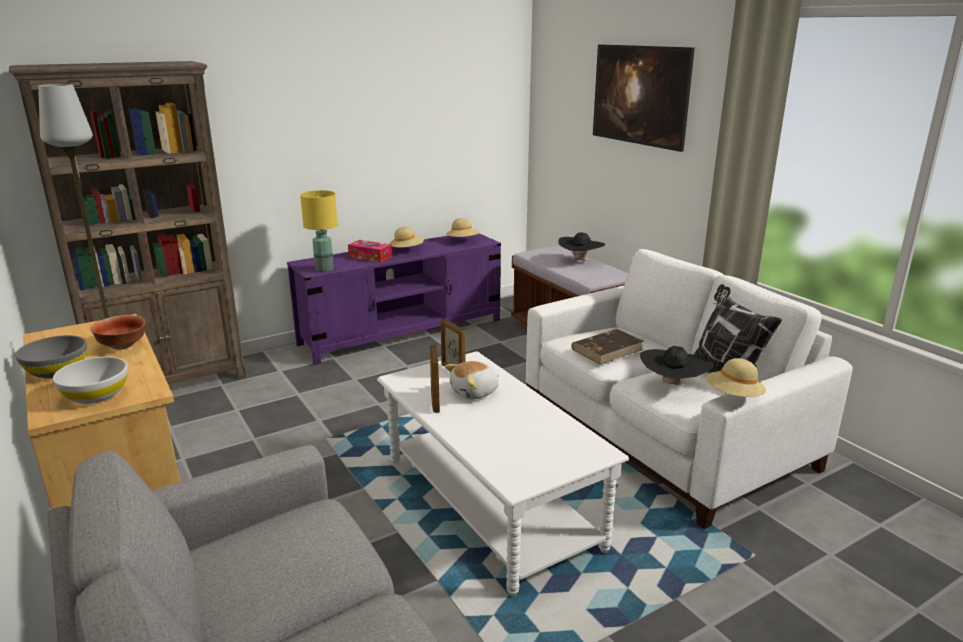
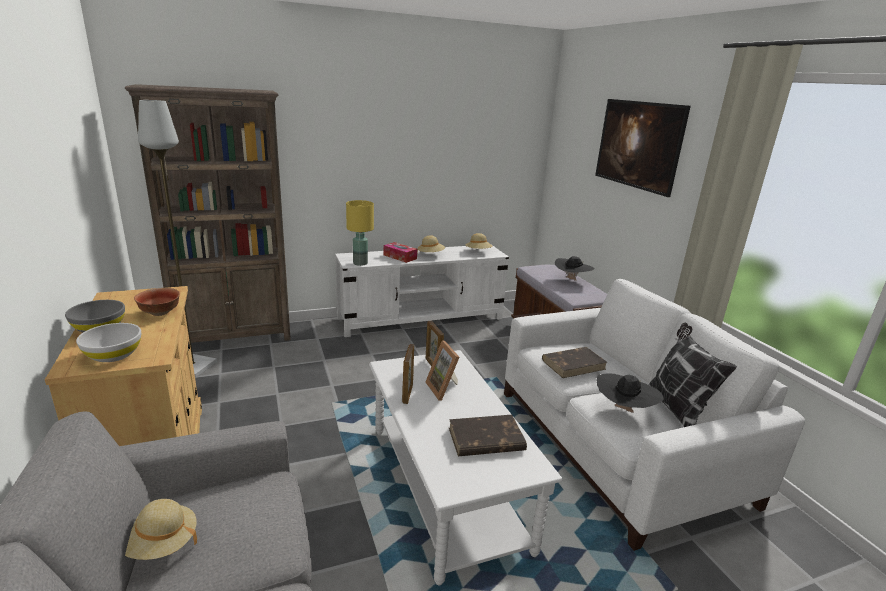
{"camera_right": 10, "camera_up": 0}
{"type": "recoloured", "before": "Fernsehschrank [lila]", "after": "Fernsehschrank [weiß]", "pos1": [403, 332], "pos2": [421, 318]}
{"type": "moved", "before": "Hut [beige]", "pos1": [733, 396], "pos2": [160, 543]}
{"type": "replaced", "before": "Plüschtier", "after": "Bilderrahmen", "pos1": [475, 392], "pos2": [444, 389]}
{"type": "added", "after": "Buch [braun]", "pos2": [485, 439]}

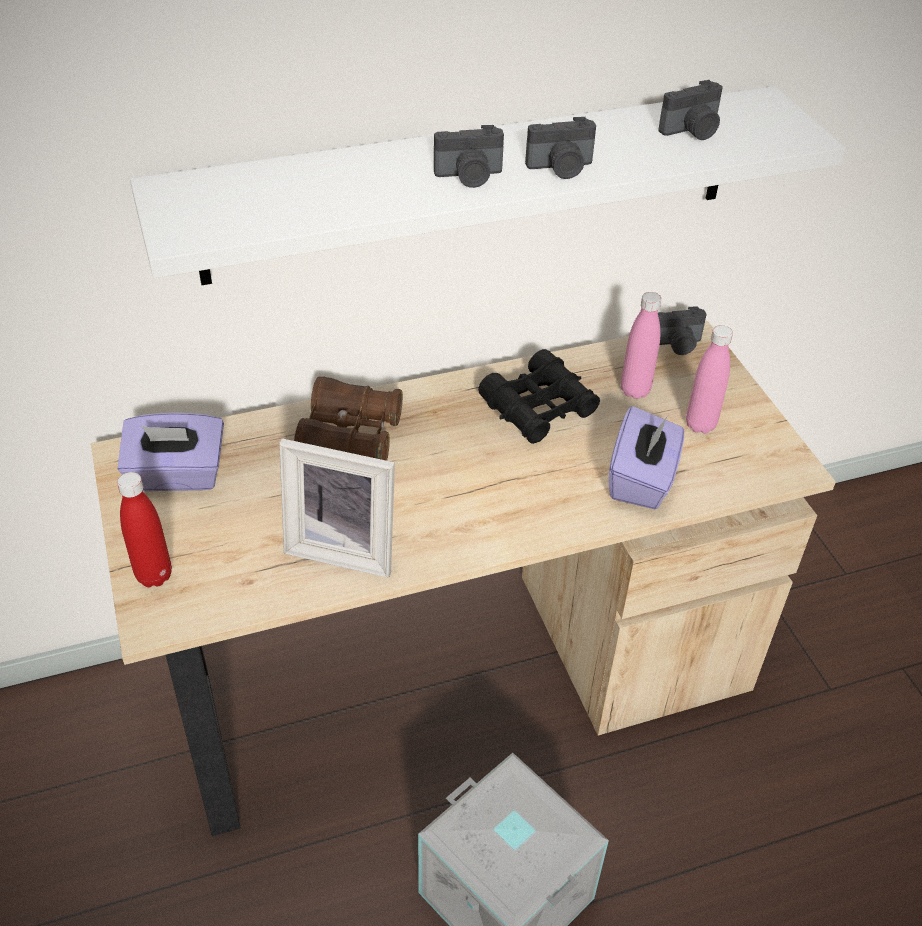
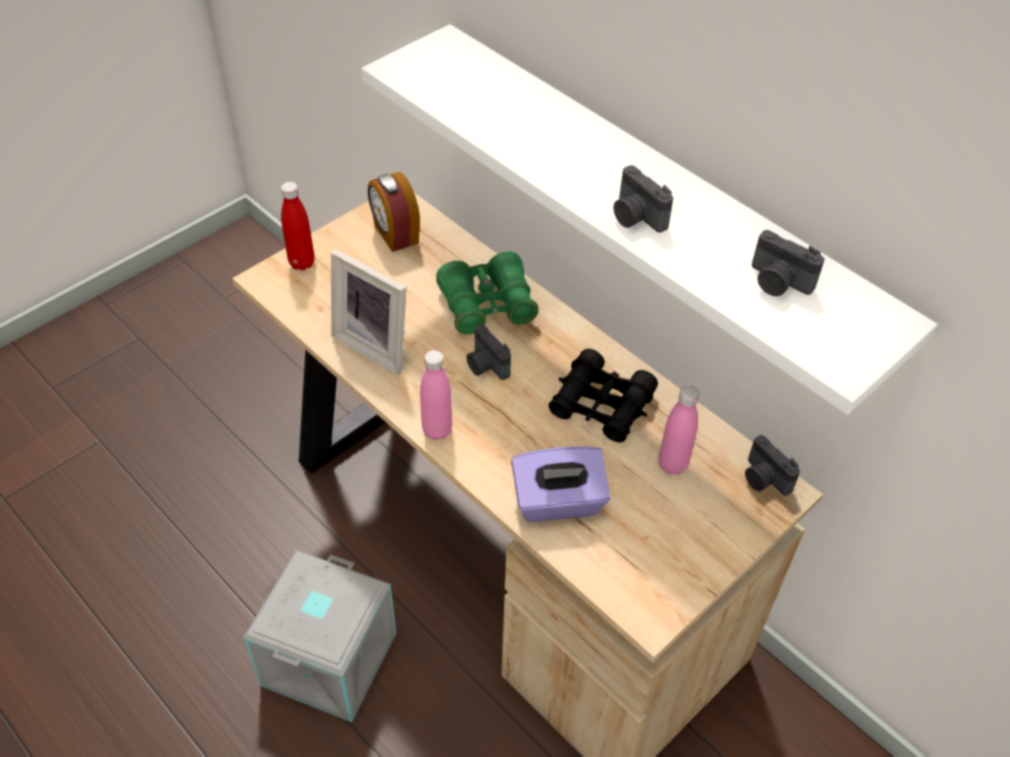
{"camera_right": 65, "camera_up": 5}
{"type": "moved", "before": "Kamera", "pos1": [469, 177], "pos2": [485, 365]}
{"type": "moved", "before": "Flasche [rosa]", "pos1": [700, 425], "pos2": [437, 430]}
{"type": "recoloured", "before": "Fernglas [braun]", "after": "Fernglas [grün]", "pos1": [349, 439], "pos2": [487, 305]}
{"type": "replaced", "before": "Taschentuchbox [lila]", "after": "Wecker", "pos1": [177, 476], "pos2": [395, 234]}
{"type": "turned", "before": "Bilderrahmen", "pos1": [344, 548], "pos2": [376, 344], "turn": -45}

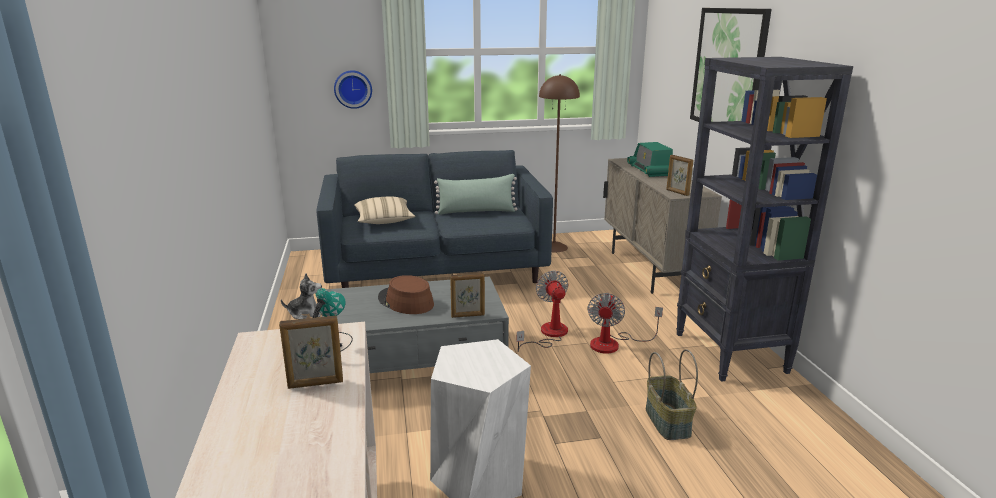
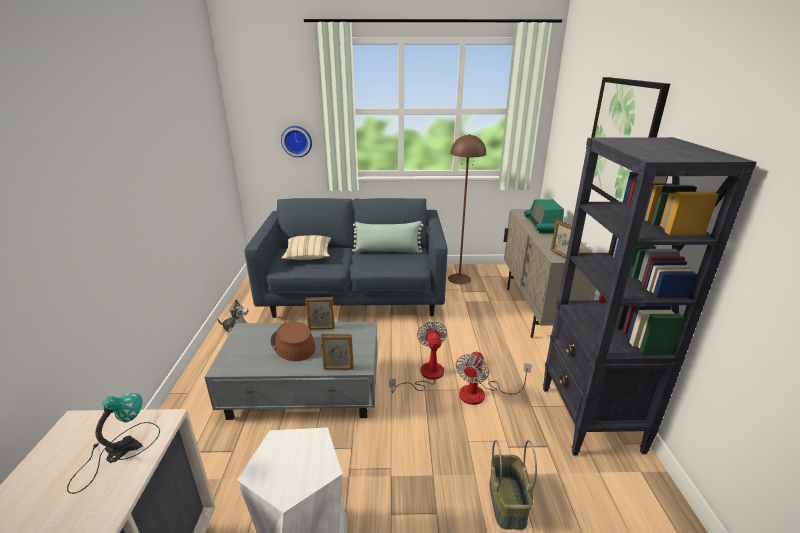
{"camera_right": 10, "camera_up": 5}
{"type": "moved", "before": "Bilderrahmen", "pos1": [316, 384], "pos2": [321, 328]}

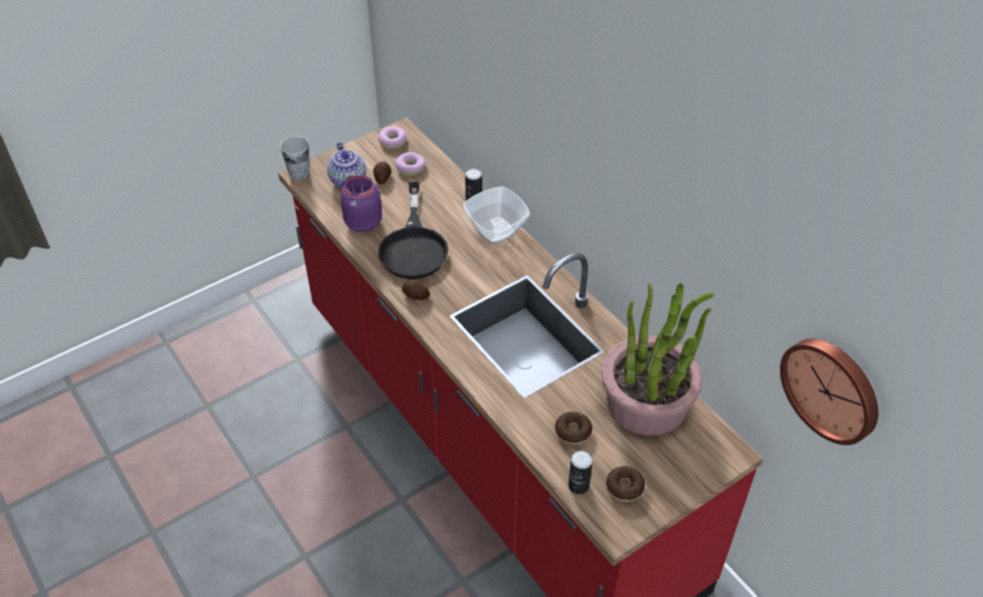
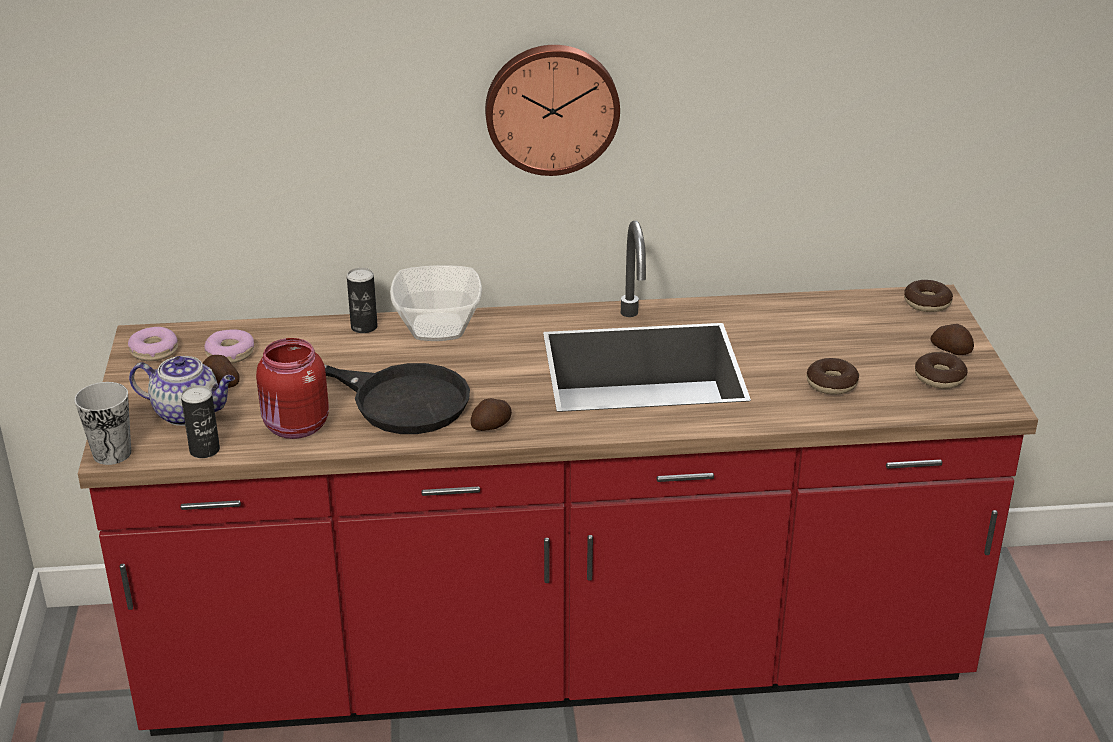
{"camera_right": -60, "camera_up": -15}
{"type": "recoloured", "before": "Vorratsglas [lila]", "after": "Vorratsglas [rot]", "pos1": [362, 223], "pos2": [295, 427]}
{"type": "removed", "before": "Topfpflanze", "pos1": [647, 403]}
{"type": "moved", "before": "Wanduhr", "pos1": [832, 388], "pos2": [551, 108]}
{"type": "moved", "before": "Dose", "pos1": [578, 485], "pos2": [204, 450]}
{"type": "added", "after": "Donut", "pos2": [927, 303]}
{"type": "added", "after": "Kartoffel", "pos2": [951, 350]}

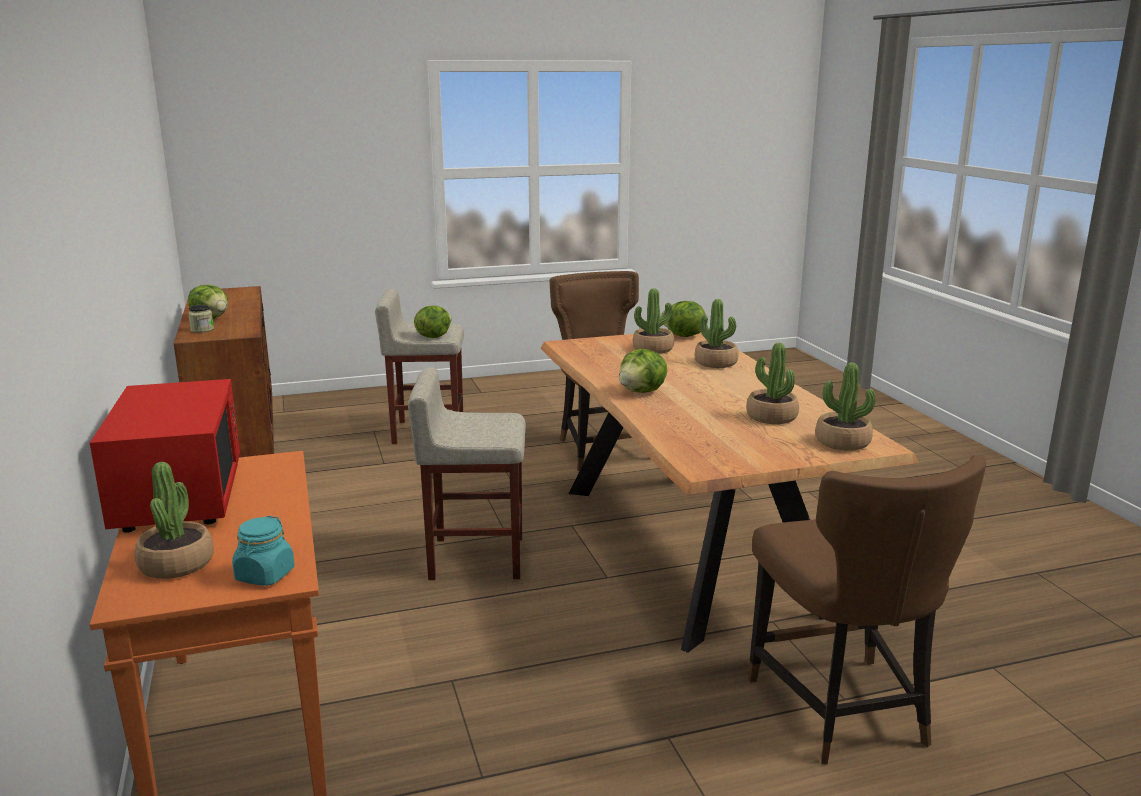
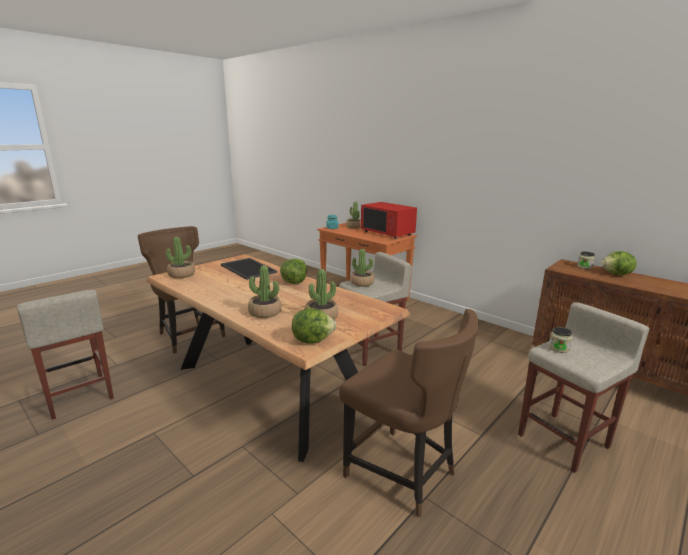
{"camera_right": 150, "camera_up": 0}
{"type": "replaced", "before": "Salatkopf", "after": "Vorratsglas", "pos1": [433, 336], "pos2": [558, 348]}
{"type": "moved", "before": "Topfpflanze", "pos1": [771, 417], "pos2": [362, 283]}
{"type": "added", "after": "Tablett", "pos2": [249, 268]}
{"type": "added", "after": "Hocker [beige]", "pos2": [78, 396]}

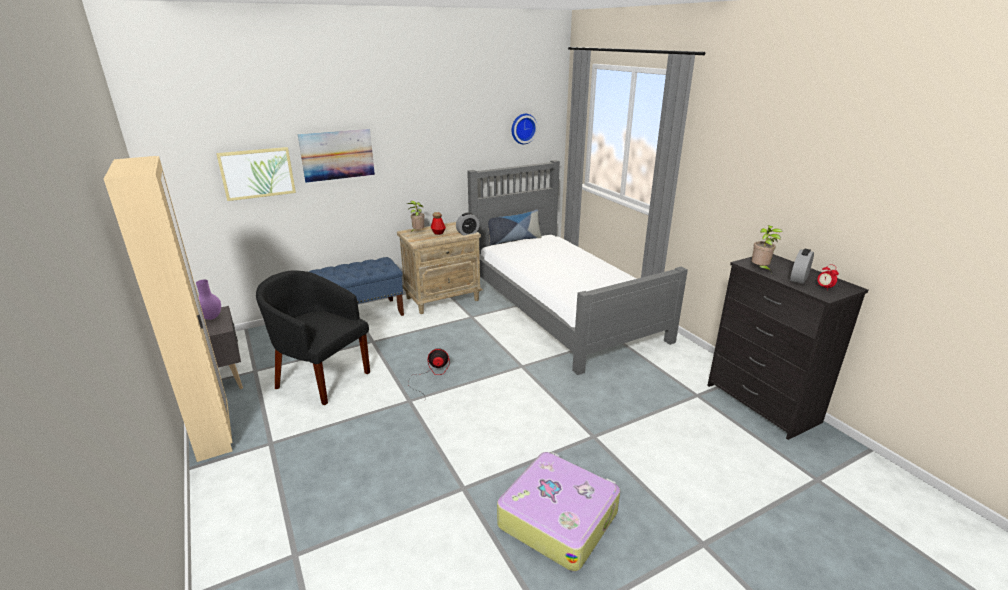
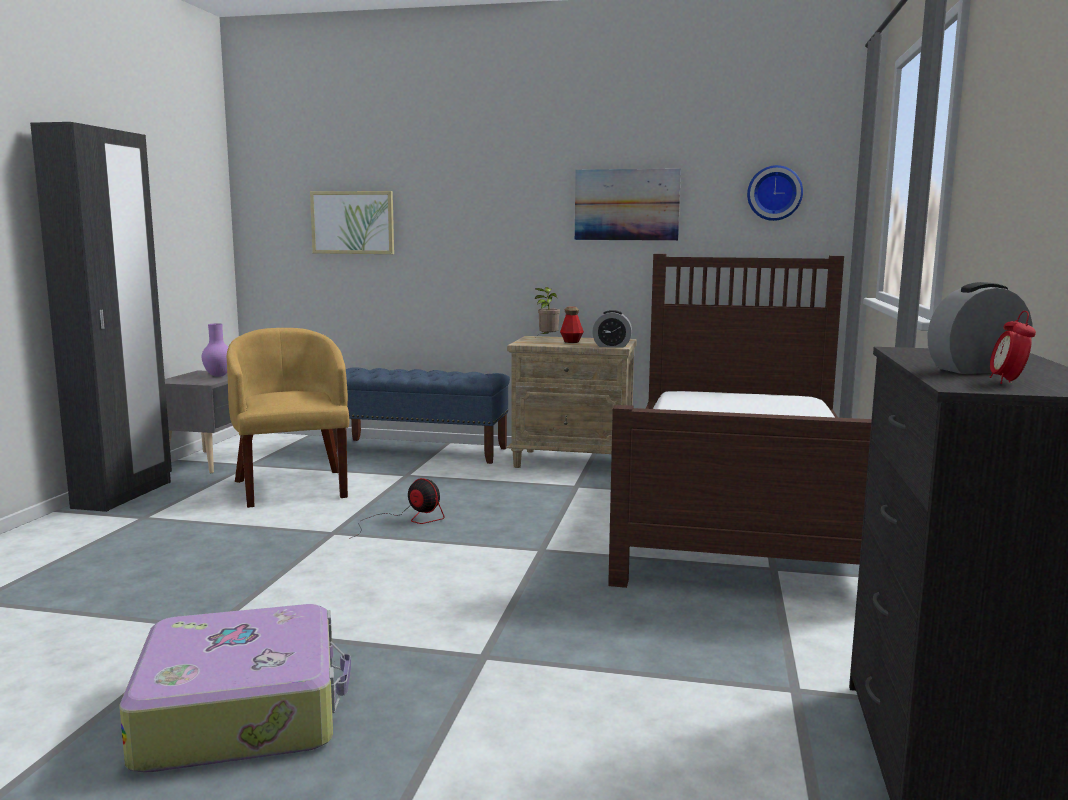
{"camera_right": 40, "camera_up": -15}
{"type": "moved", "before": "Bild", "pos1": [337, 155], "pos2": [626, 205]}
{"type": "recoloured", "before": "Kleiderschrank [beige]", "after": "Kleiderschrank [schwarz]", "pos1": [214, 433], "pos2": [124, 495]}
{"type": "recoloured", "before": "Bett [grau]", "after": "Bett [braun]", "pos1": [561, 309], "pos2": [740, 513]}
{"type": "removed", "before": "Kissen", "pos1": [514, 240]}
{"type": "removed", "before": "Topfpflanze", "pos1": [760, 269]}
{"type": "recoloured", "before": "Sessel [schwarz]", "after": "Sessel [gelb]", "pos1": [321, 377], "pos2": [292, 487]}

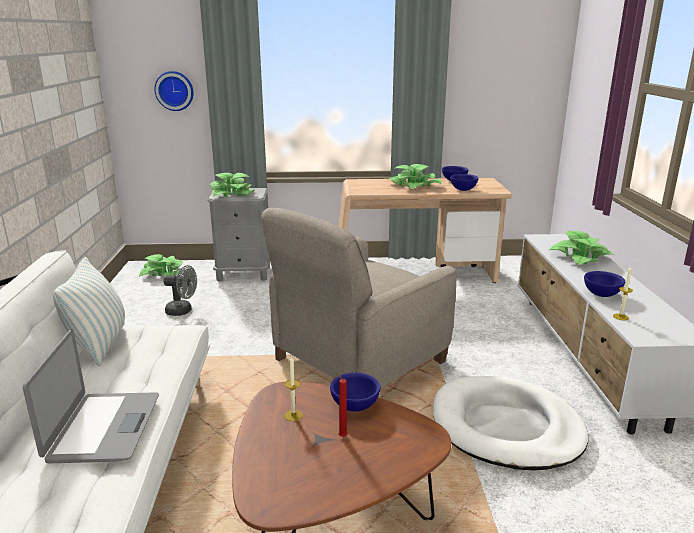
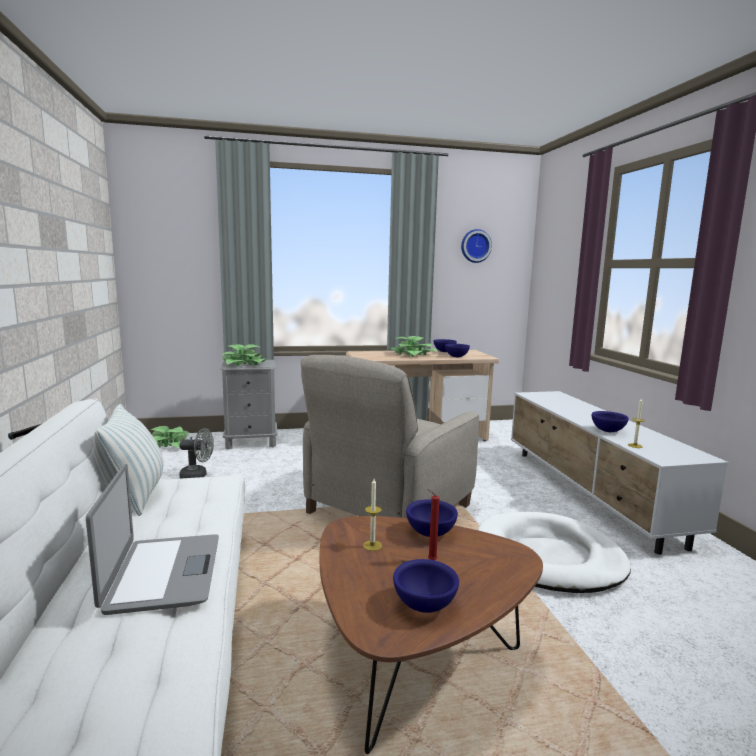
{"camera_right": -10, "camera_up": -10}
{"type": "moved", "before": "Wanduhr", "pos1": [174, 90], "pos2": [475, 246]}
{"type": "removed", "before": "Topfpflanze", "pos1": [580, 257]}
{"type": "added", "after": "Schüssel [blau]", "pos2": [423, 605]}

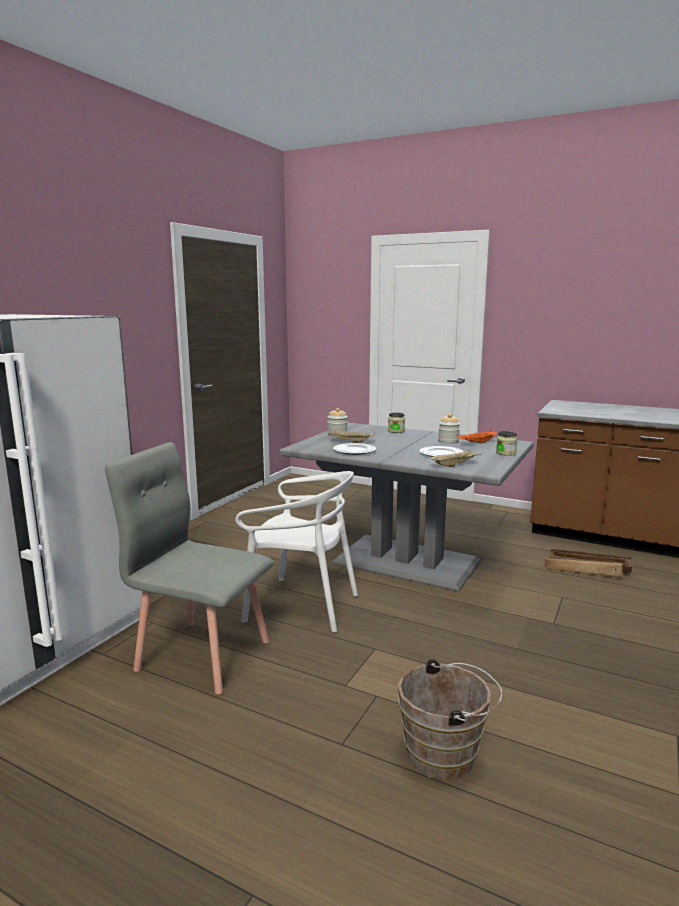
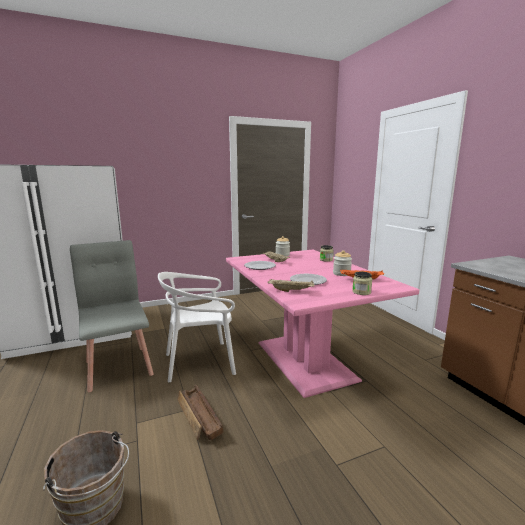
{"camera_right": 40, "camera_up": 0}
{"type": "recoloured", "before": "Esstisch [grau]", "after": "Esstisch [rosa]", "pos1": [406, 562], "pos2": [303, 361]}
{"type": "turned", "before": "Stuhl [weiß]", "pos1": [301, 606], "pos2": [200, 362], "turn": 105}
{"type": "moved", "before": "Kiste", "pos1": [587, 570], "pos2": [199, 418]}

